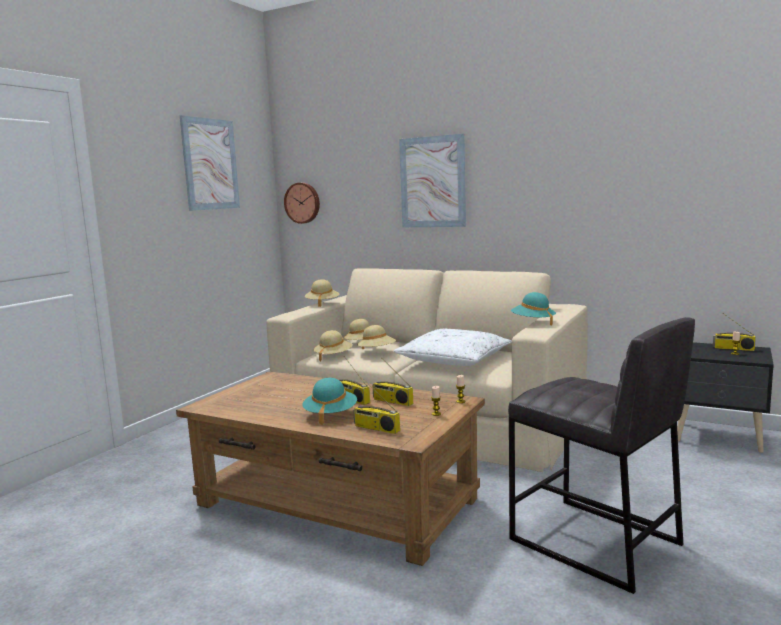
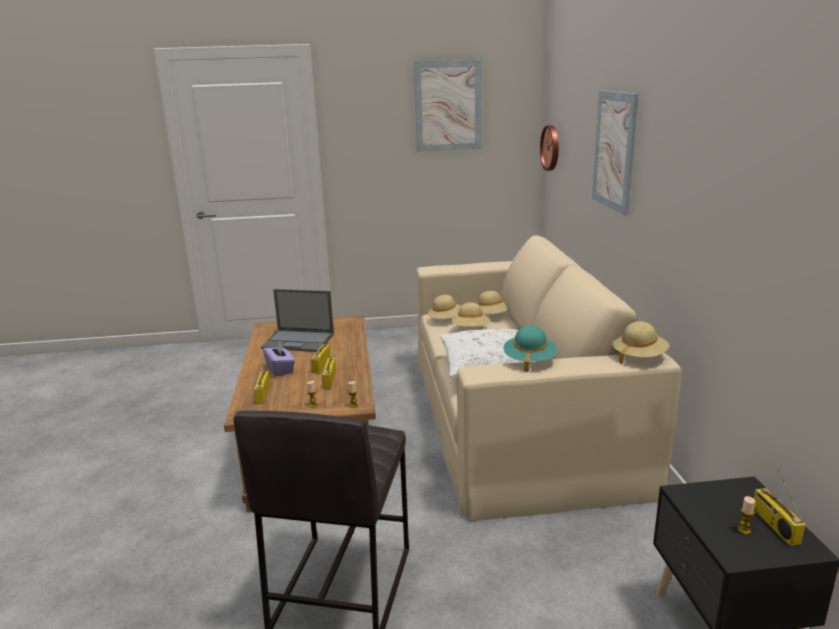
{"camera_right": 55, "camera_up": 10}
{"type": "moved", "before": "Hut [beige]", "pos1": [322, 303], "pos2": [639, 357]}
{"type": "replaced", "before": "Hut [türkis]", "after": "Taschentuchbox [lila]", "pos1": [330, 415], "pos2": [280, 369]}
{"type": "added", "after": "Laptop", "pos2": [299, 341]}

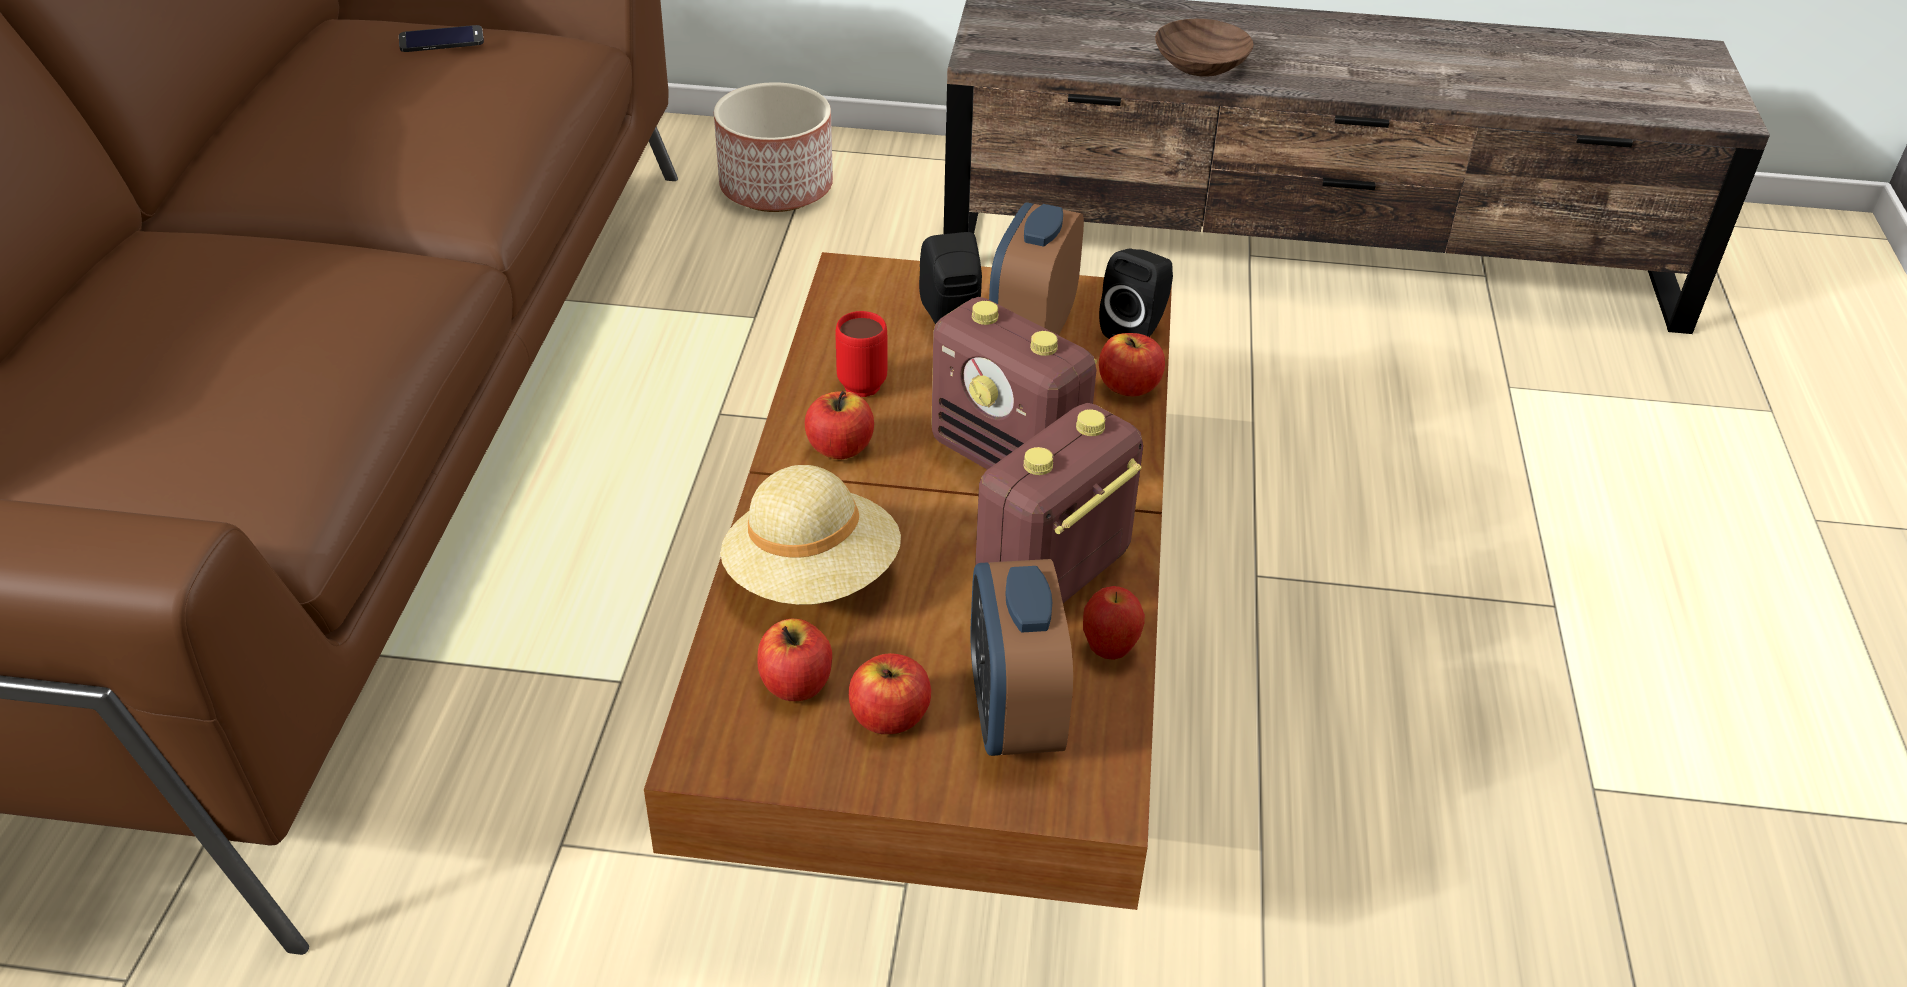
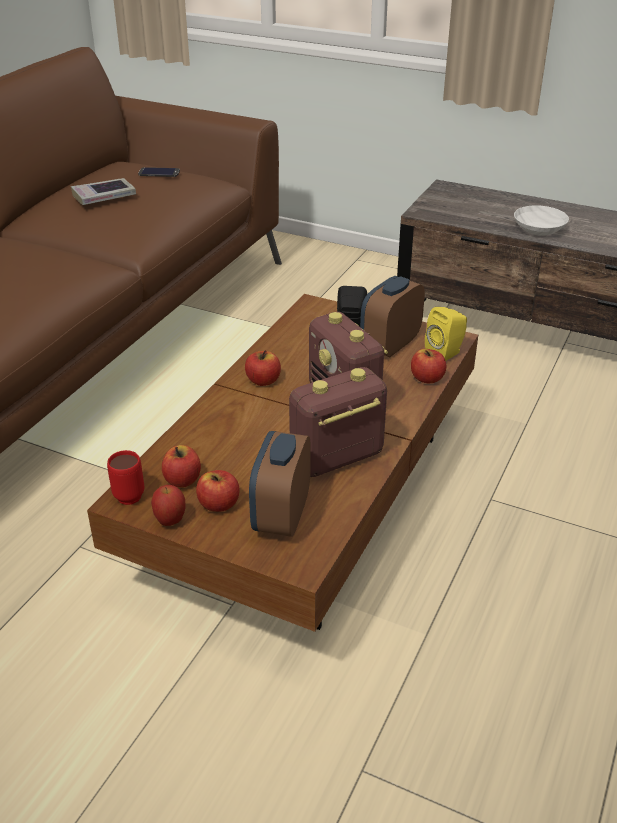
{"camera_right": 20, "camera_up": -5}
{"type": "recoloured", "before": "Schüssel [braun]", "after": "Schüssel [weiß]", "pos1": [1203, 64], "pos2": [540, 229]}
{"type": "removed", "before": "Pflanzkübel", "pos1": [775, 188]}
{"type": "recoloured", "before": "Lautsprecher [schwarz]", "after": "Lautsprecher [gelb]", "pos1": [1136, 330], "pos2": [446, 353]}
{"type": "moved", "before": "Henkelbecher [rot]", "pos1": [859, 380], "pos2": [130, 493]}
{"type": "removed", "before": "Hut [beige]", "pos1": [813, 576]}
{"type": "moved", "before": "Apfel", "pos1": [1109, 650], "pos2": [170, 521]}
{"type": "added", "after": "Buch", "pos2": [104, 196]}

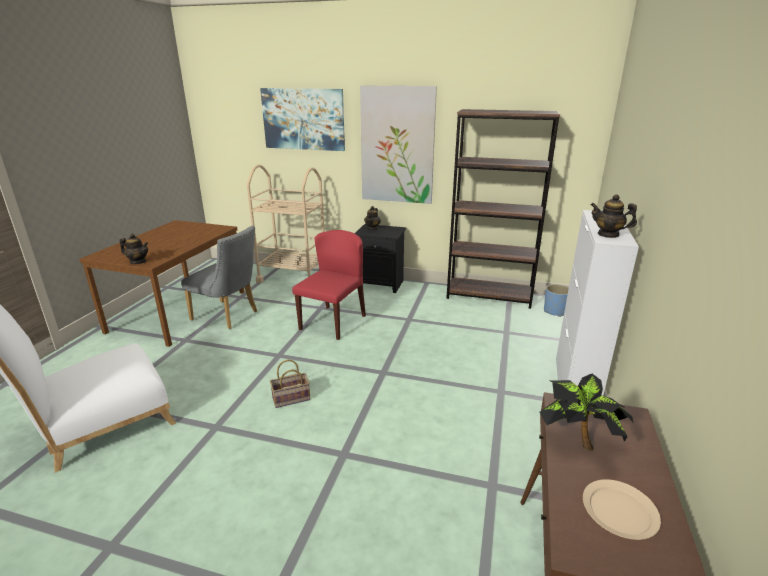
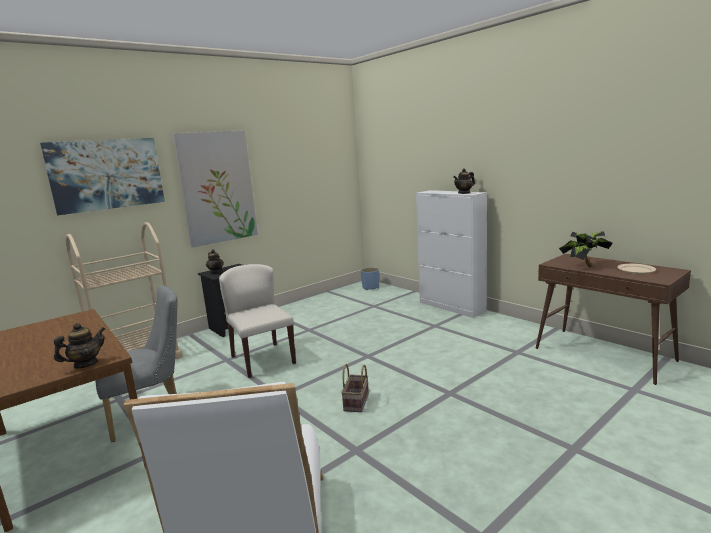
{"camera_right": -55, "camera_up": -10}
{"type": "removed", "before": "Bücherregal [braun]", "pos1": [489, 296]}
{"type": "recoloured", "before": "Stuhl [rot]", "after": "Stuhl [beige]", "pos1": [333, 322], "pos2": [262, 359]}

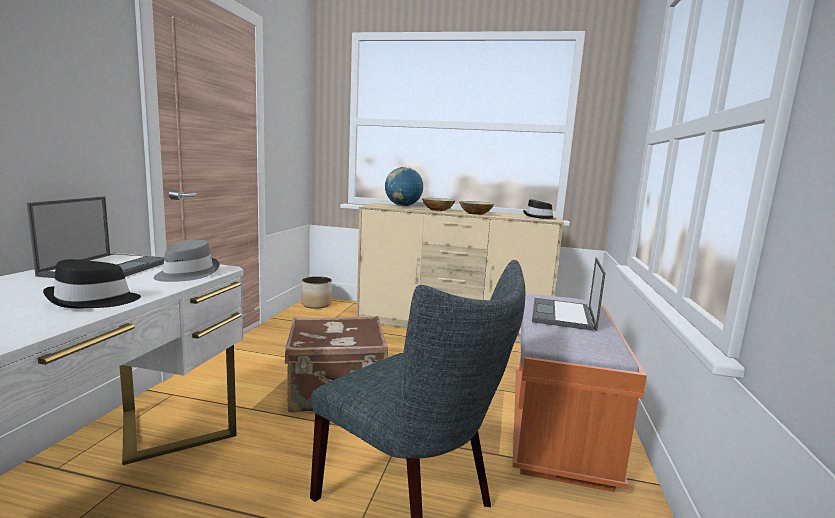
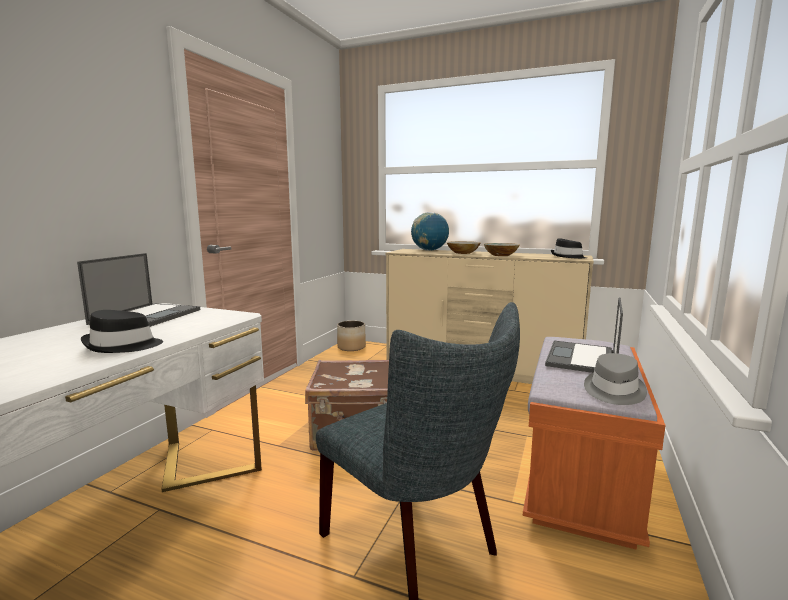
{"camera_right": 10, "camera_up": 0}
{"type": "moved", "before": "Hut [grau]", "pos1": [186, 274], "pos2": [613, 391]}

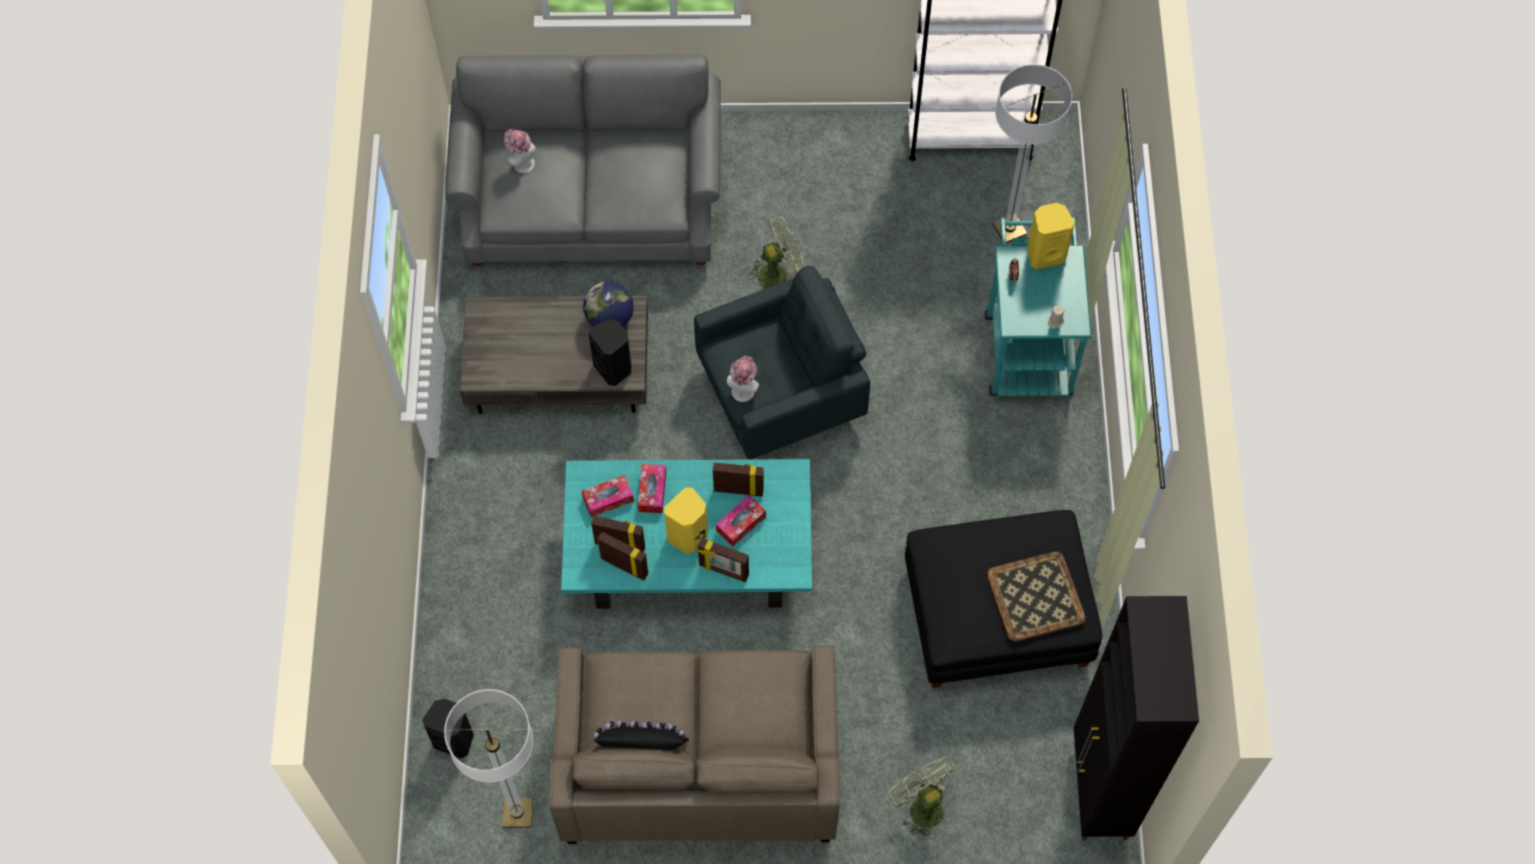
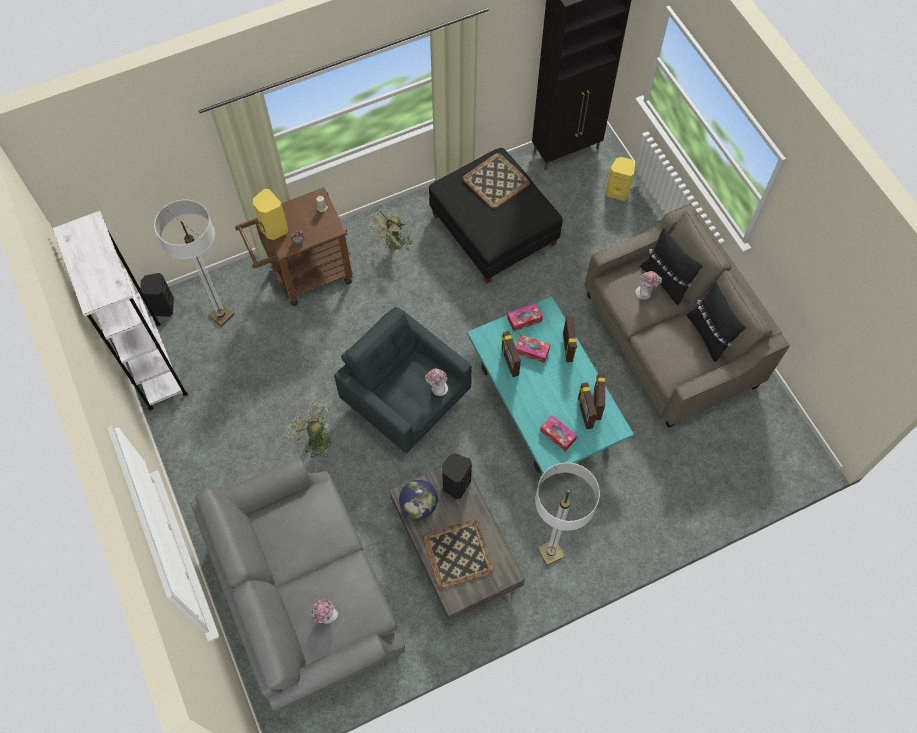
{"camera_right": -115, "camera_up": 0}
{"type": "recoloured", "before": "Rollwagen [türkis]", "after": "Rollwagen [braun]", "pos1": [1027, 344], "pos2": [305, 276]}
{"type": "moved", "before": "Taschentuchbox", "pos1": [652, 491], "pos2": [524, 319]}
{"type": "moved", "before": "Lautsprecher [gelb]", "pos1": [688, 536], "pos2": [618, 191]}
{"type": "moved", "before": "Stehlampe", "pos1": [517, 813], "pos2": [550, 552]}
{"type": "moved", "before": "Lautsprecher [schwarz]", "pos1": [454, 739], "pos2": [163, 307]}
{"type": "moved", "before": "Ventilator [grün]", "pos1": [920, 805], "pos2": [393, 245]}
{"type": "added", "after": "Kissen [schwarz]", "pos2": [665, 281]}
{"type": "added", "after": "Hut", "pos2": [645, 293]}
{"type": "added", "after": "Tablett", "pos2": [458, 554]}

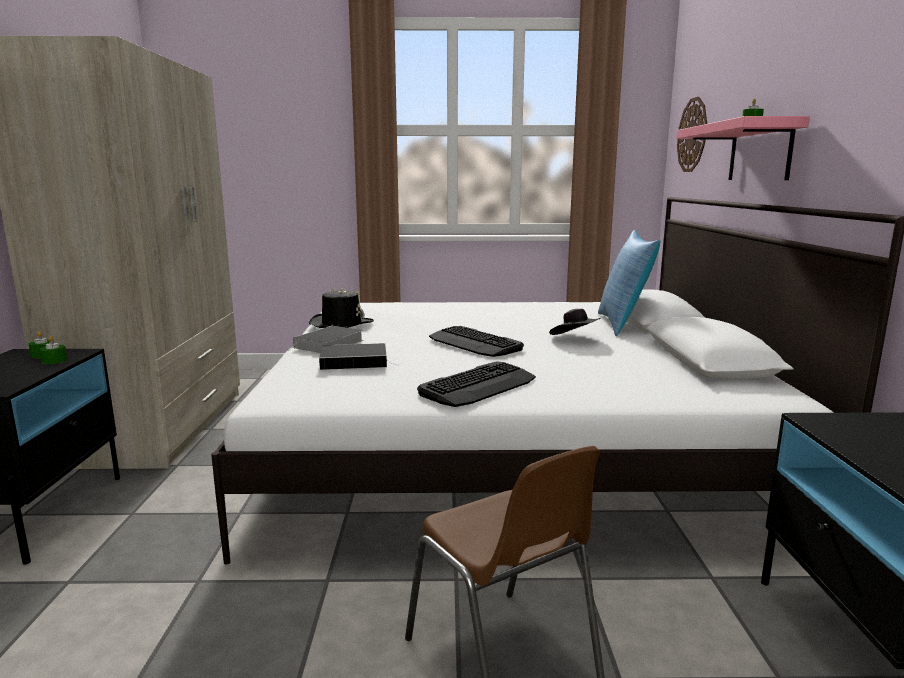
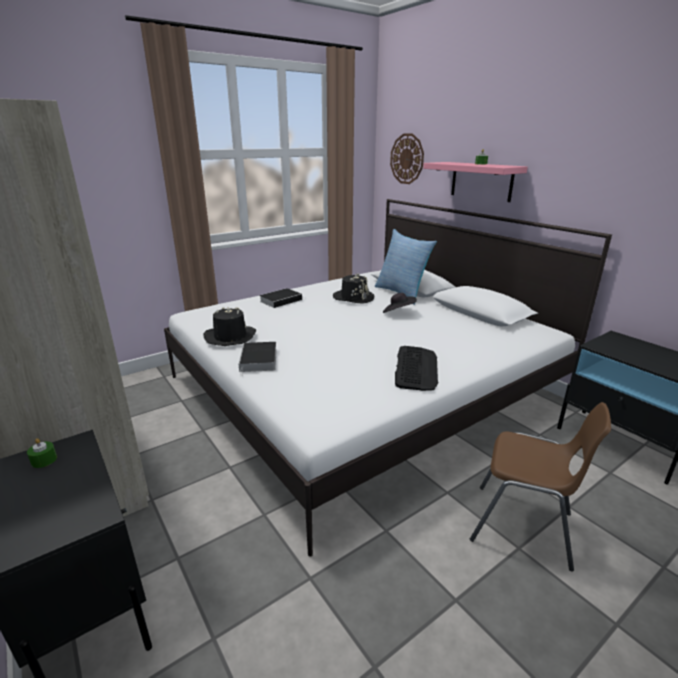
{"camera_right": -35, "camera_up": 10}
{"type": "removed", "before": "Tastatur", "pos1": [474, 343]}
{"type": "removed", "before": "Kerze [grün]", "pos1": [54, 361]}
{"type": "moved", "before": "Buch", "pos1": [356, 361], "pos2": [281, 300]}
{"type": "added", "after": "Hut [schwarz]", "pos2": [353, 298]}

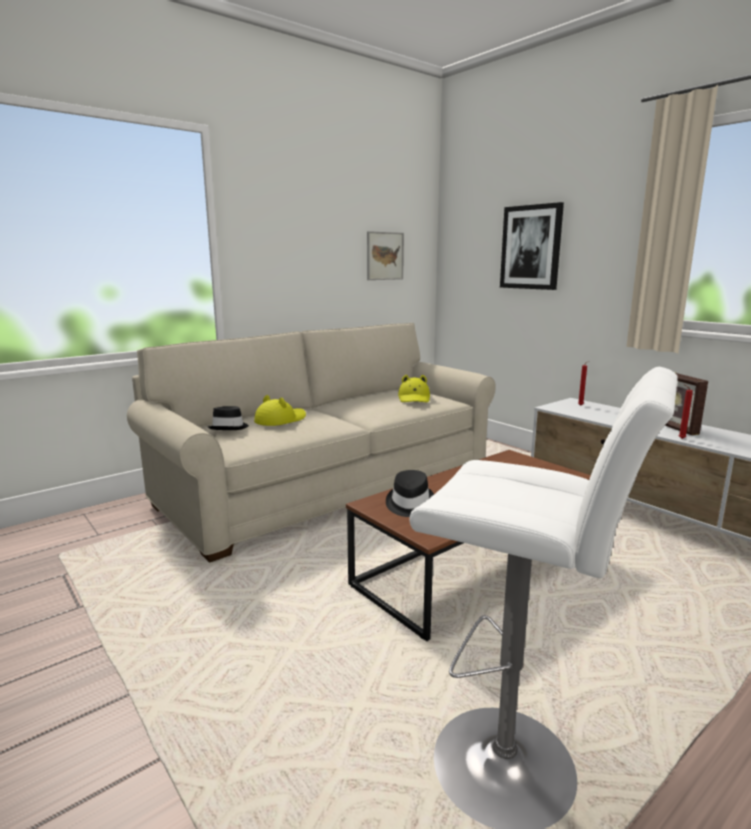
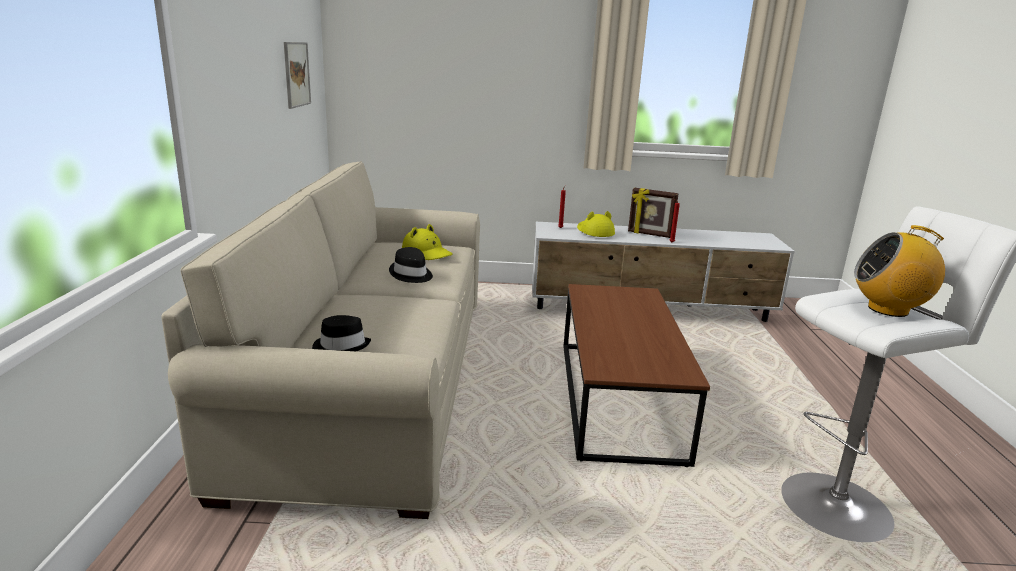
{"camera_right": -50, "camera_up": 5}
{"type": "removed", "before": "Bild", "pos1": [531, 247]}
{"type": "moved", "before": "Hut [gelb]", "pos1": [280, 420], "pos2": [594, 232]}
{"type": "moved", "before": "Hut [schwarz]", "pos1": [409, 504], "pos2": [411, 275]}
{"type": "added", "after": "Radio", "pos2": [888, 309]}

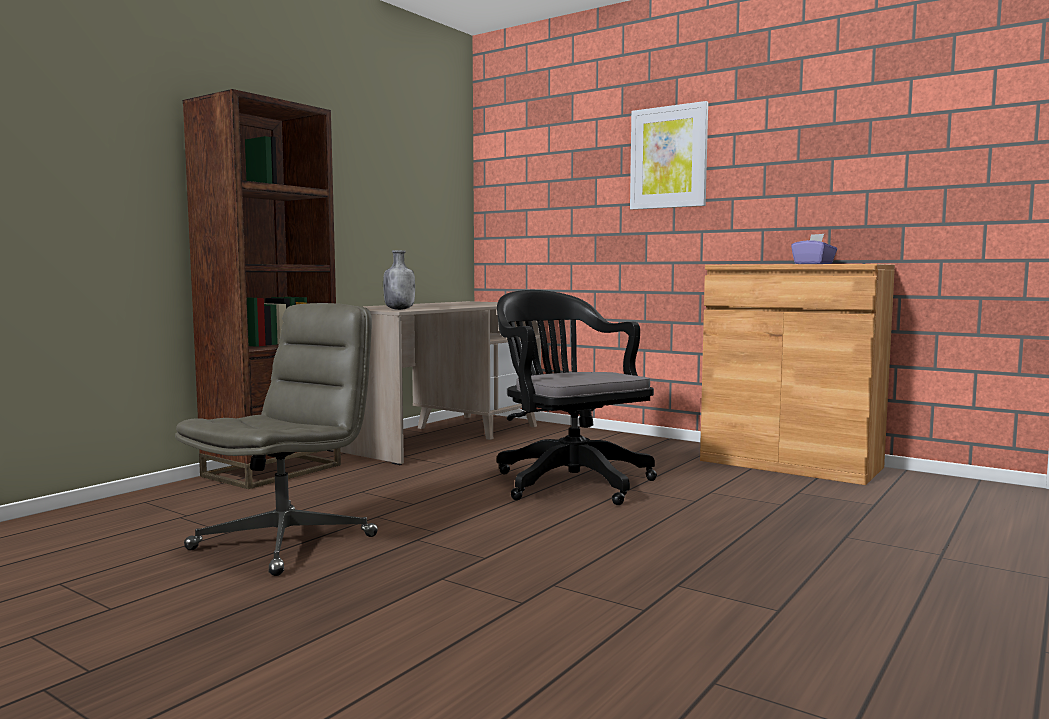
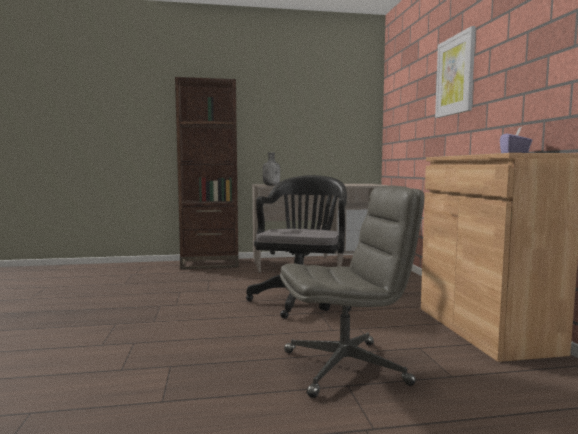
{"camera_right": 45, "camera_up": 0}
{"type": "moved", "before": "Bürostuhl [grau]", "pos1": [285, 542], "pos2": [346, 367]}

